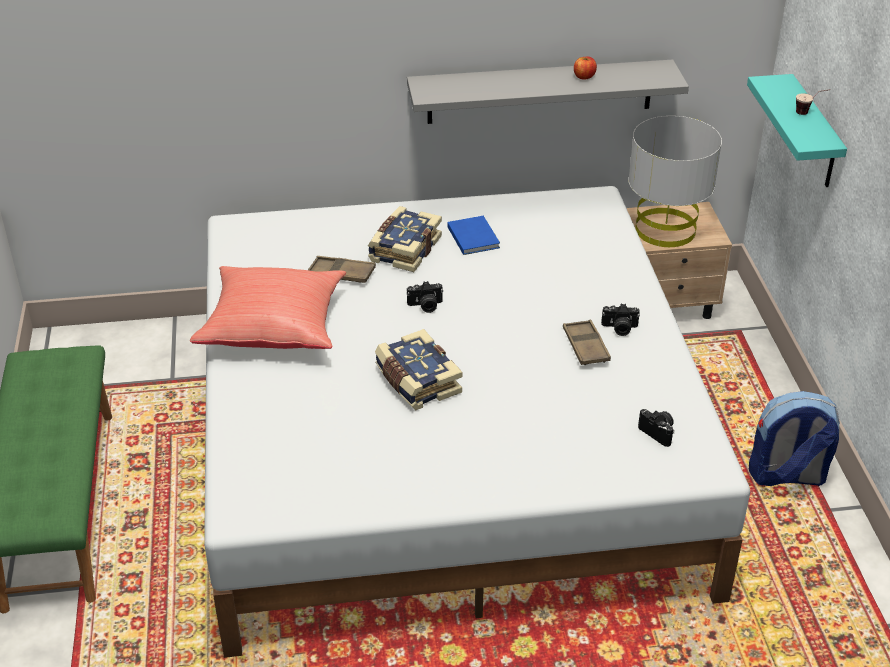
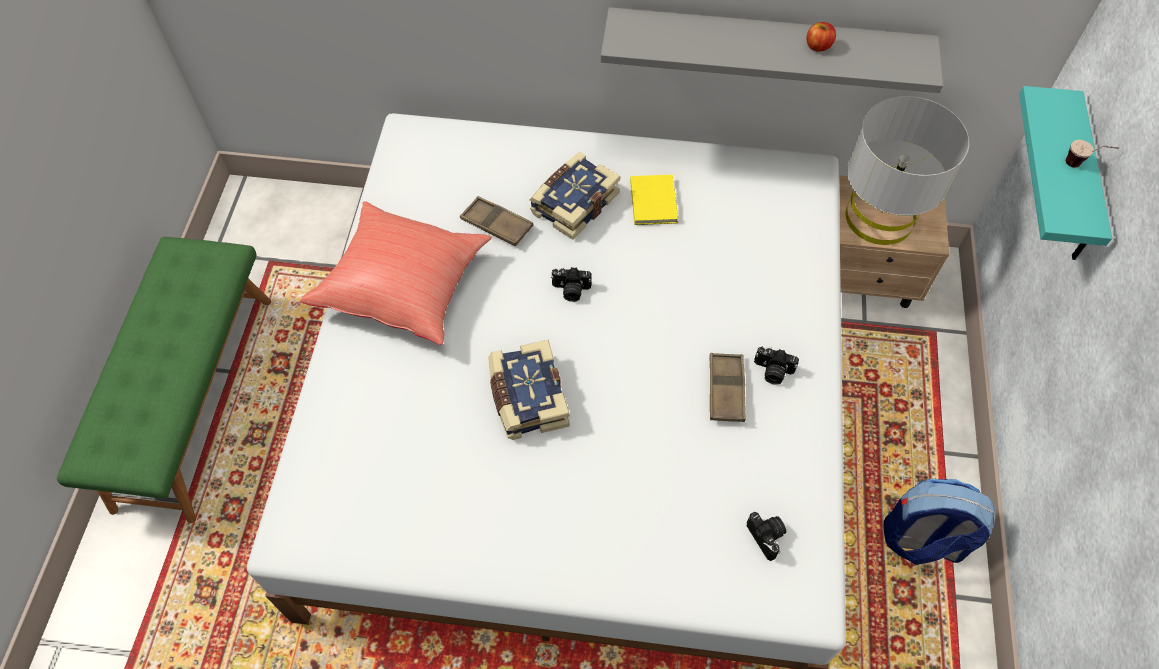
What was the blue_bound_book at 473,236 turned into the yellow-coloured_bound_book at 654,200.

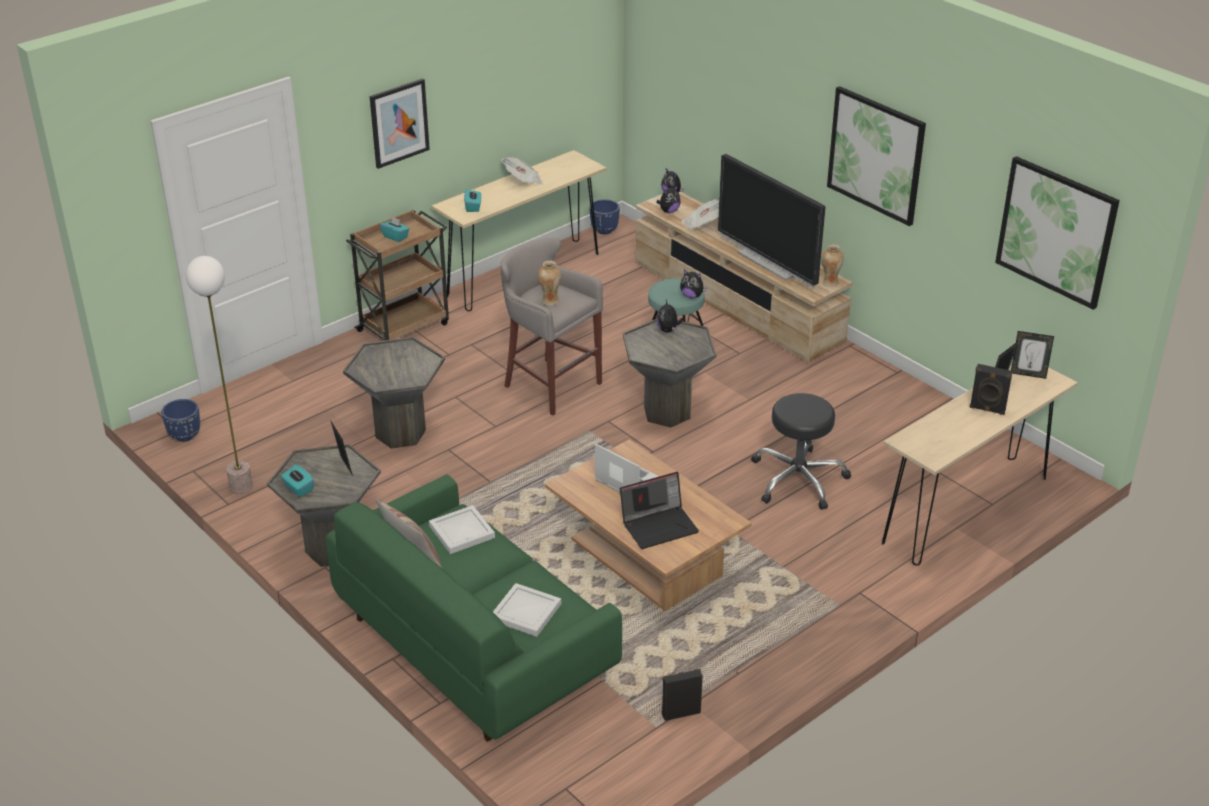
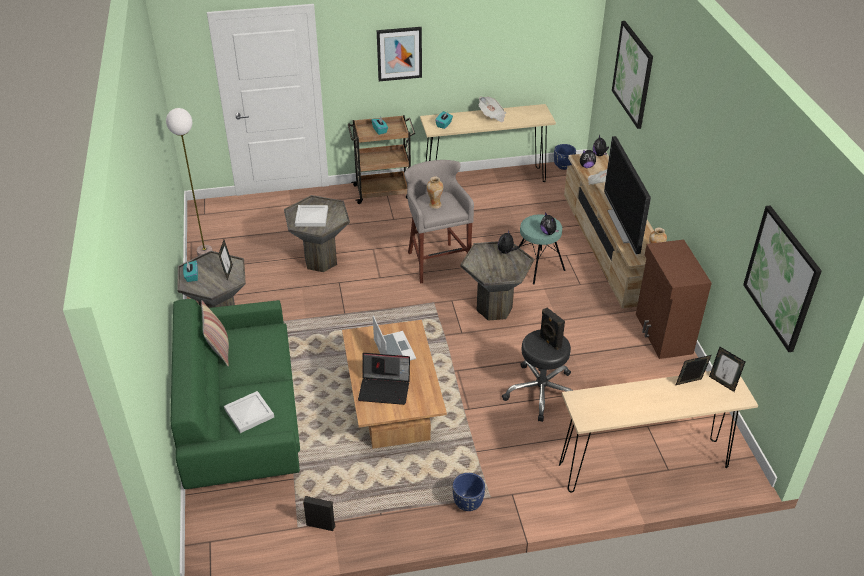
The second view gained the brown-coloured_cabinet at 662,334.
The blue_plant_pot ended up elsewhere, having gone from 184,436 to 467,504.
The whitish_tray ended up elsewhere, having gone from 461,532 to 311,217.
The wall_picture ended up elsewhere, having gone from 876,155 to 633,74.
The black-coloured_audio_speaker ended up elsewhere, having gone from 987,409 to 549,342.

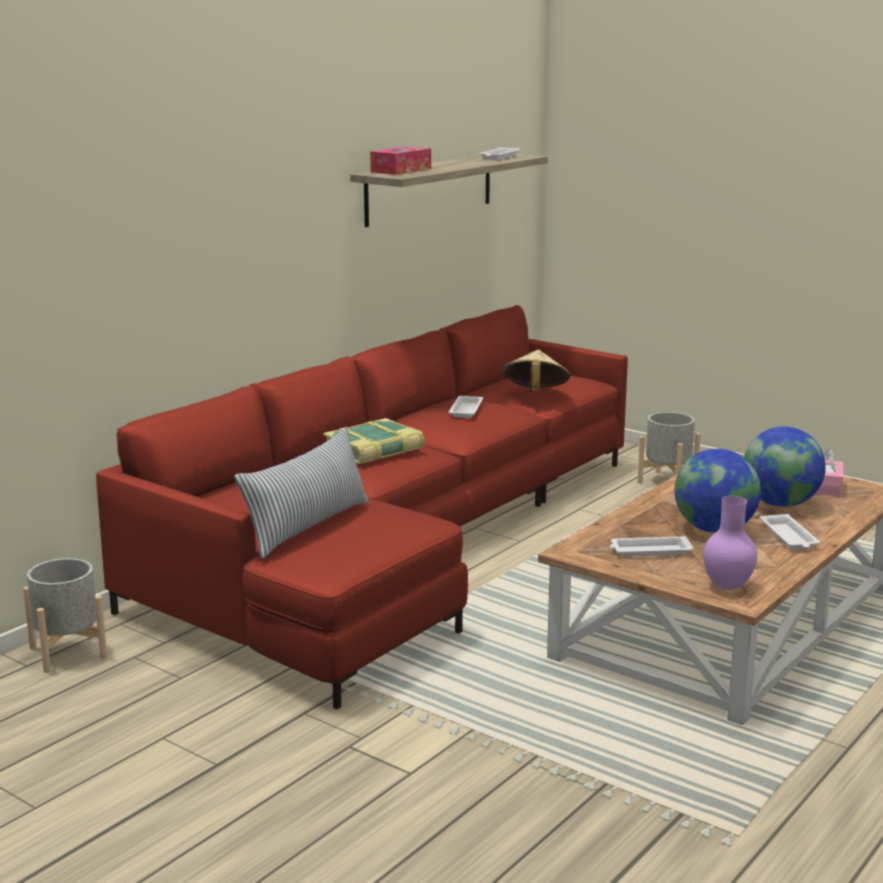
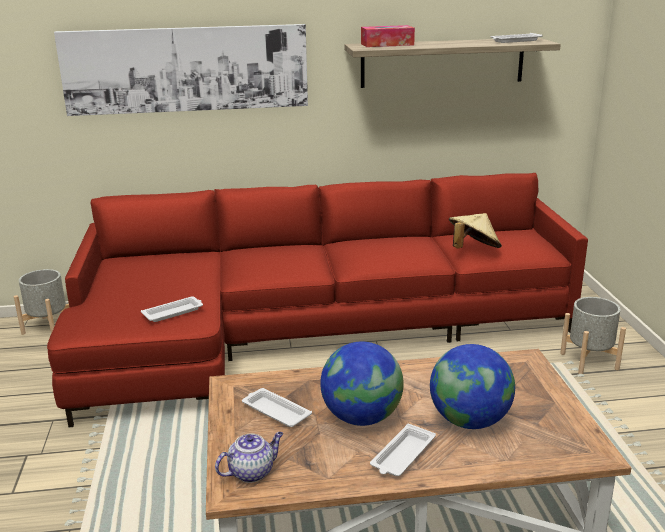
The second view lost the throw_pillow at 307,526.
The second view lost the bound_book at 374,450.
The second view lost the pink-coloured_tissue_box at 828,487.
The second view gained the wall_picture at 186,69.
The whitish_tray ended up elsewhere, having gone from 466,410 to 174,312.
Where the purple-coloured_flower_vase stood at 726,586, the tea_pot came to stand at 252,472.

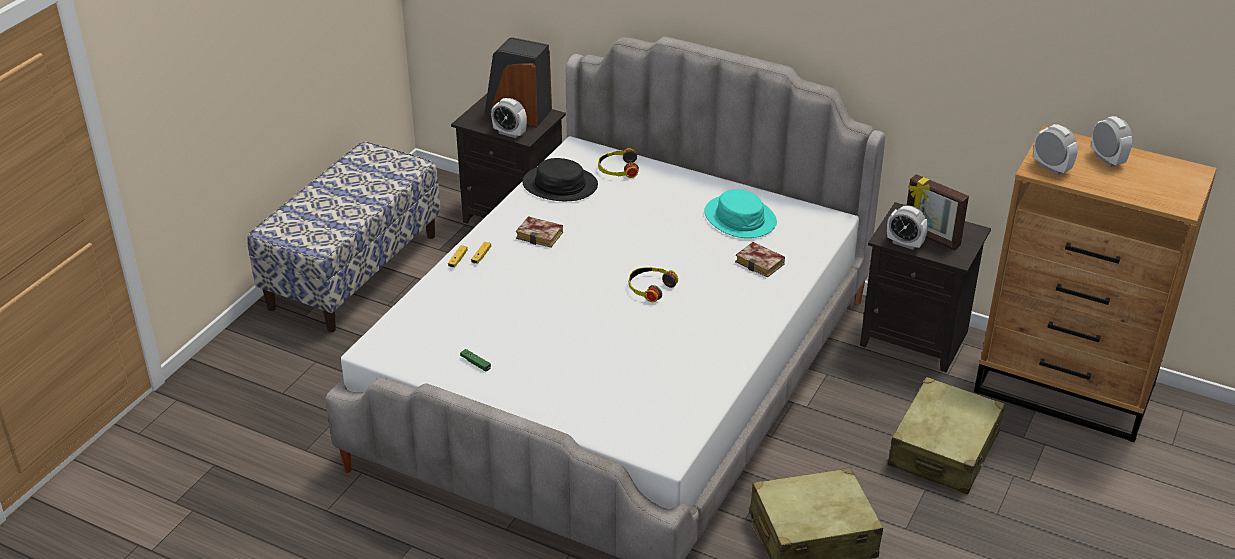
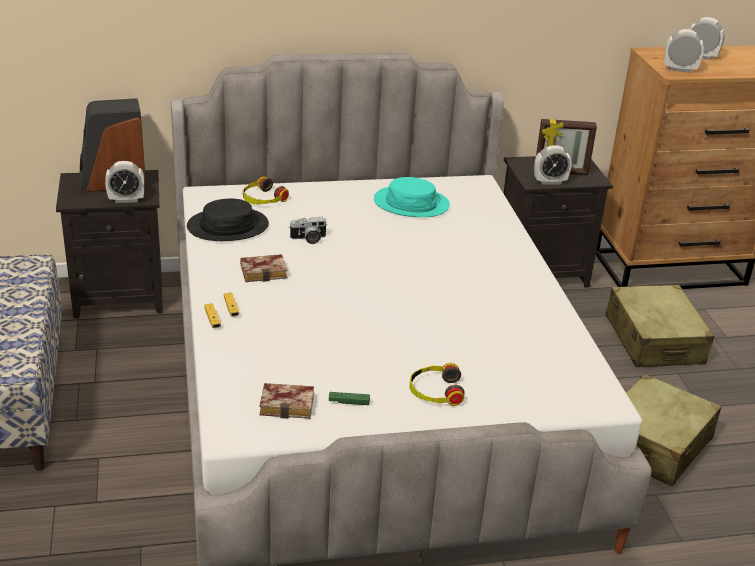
The second view gained the photo_camera at 308,239.
The pair_of_headphones ended up elsewhere, having gone from 650,287 to 435,391.
The bound_book ended up elsewhere, having gone from 762,263 to 289,405.

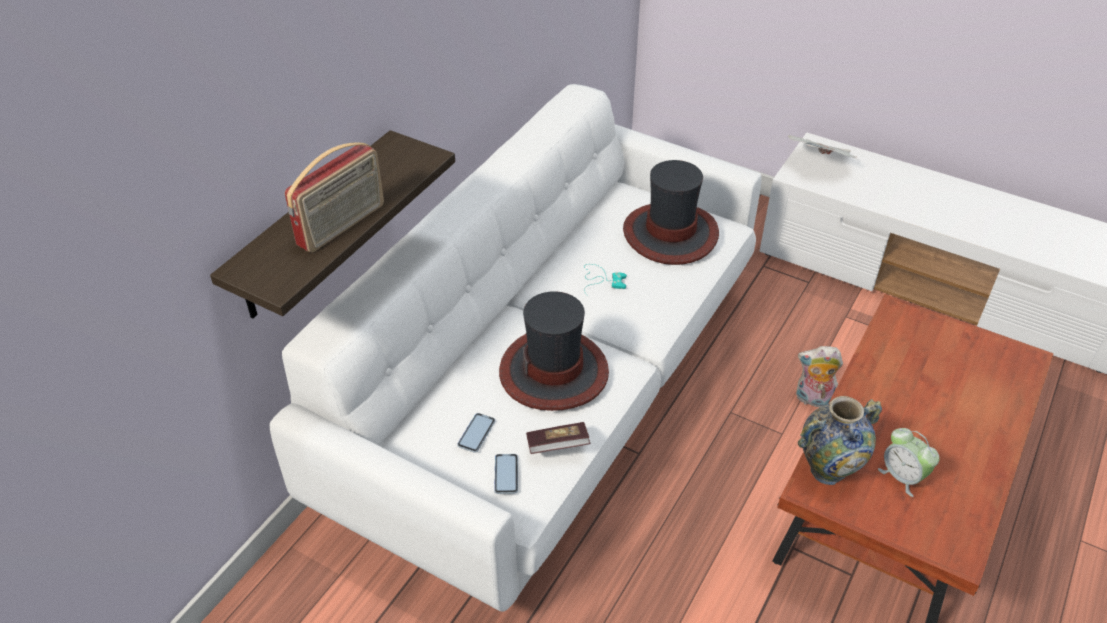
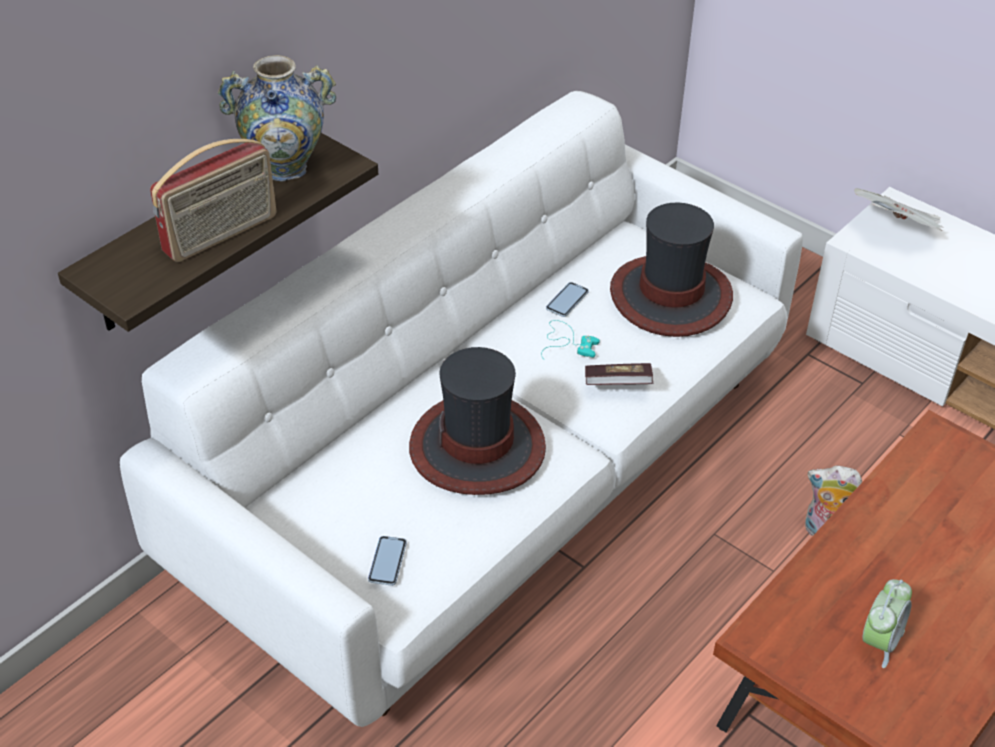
The handset ended up elsewhere, having gone from 476,433 to 567,300.
The bound_book ended up elsewhere, having gone from 557,446 to 617,385.
The flower_vase ended up elsewhere, having gone from 827,471 to 285,169.
The bedside_clock at 902,477 ended up facing another way, 120 degrees counterclockwise from before.

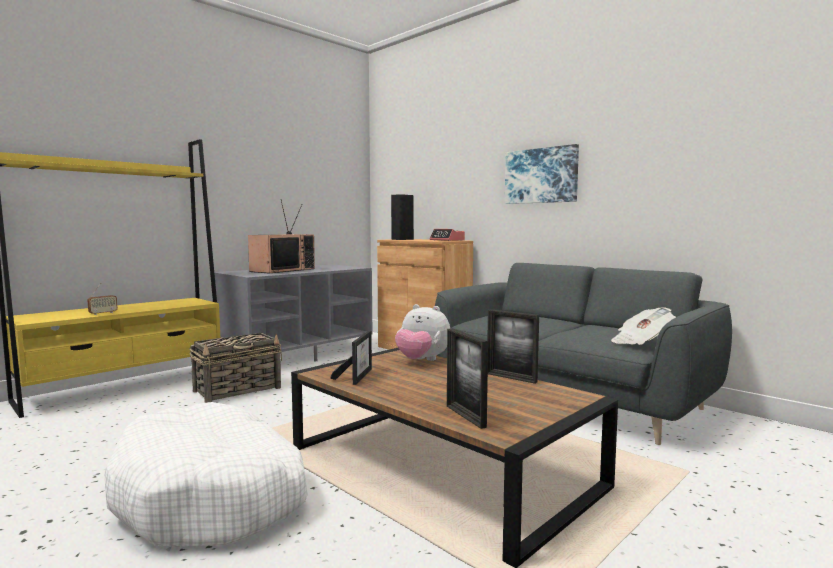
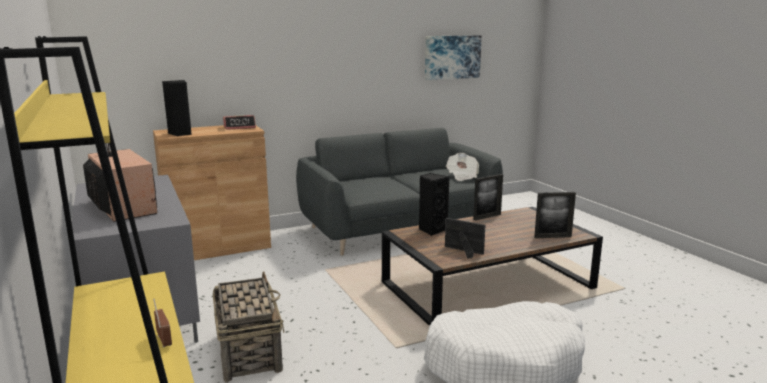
The wall_picture ended up elsewhere, having gone from 541,176 to 452,57.
Where the plush_toy stood at 422,360, the black-coloured_audio_speaker came to stand at 432,230.

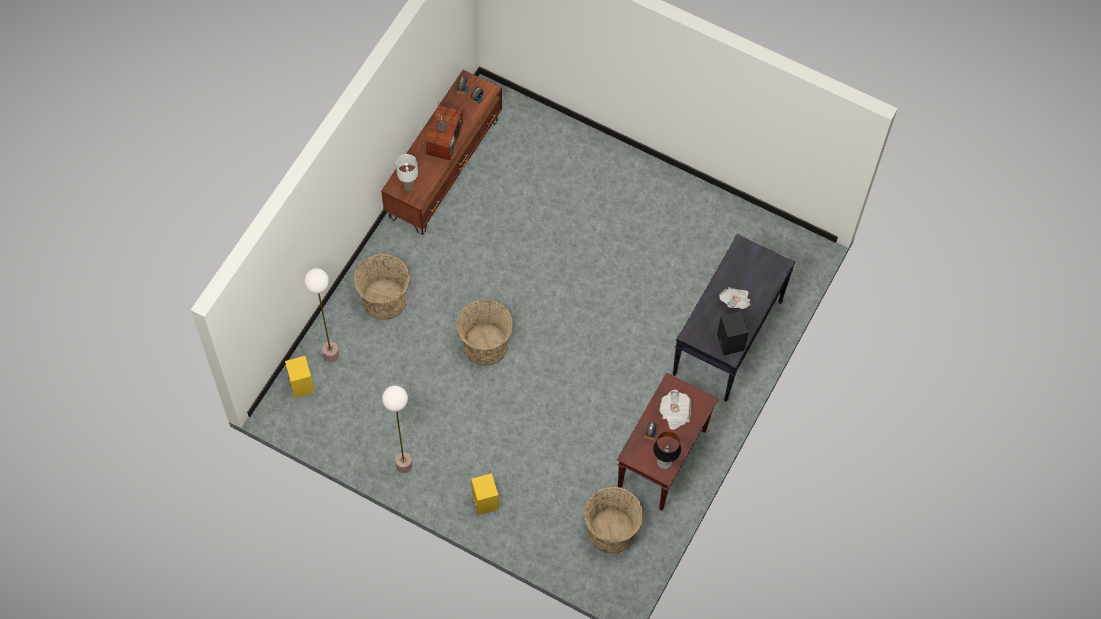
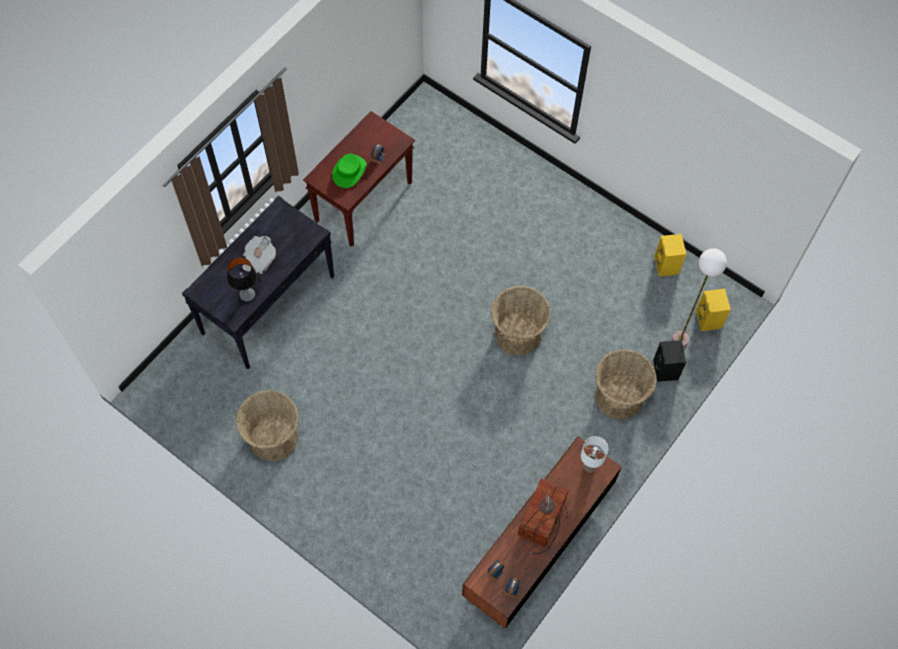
The second view lost the floor_lamp at 403,465.
The yellow-coloured_audio_speaker ended up elsewhere, having gone from 484,501 to 667,265.
The basket ended up elsewhere, having gone from 611,531 to 273,437.
The tabletop_lamp ended up elsewhere, having gone from 664,462 to 247,294.
The black-coloured_audio_speaker ended up elsewhere, having gone from 729,342 to 666,370.
Where the printed_paper stood at 675,413, the greenish_hat came to stand at 349,171.

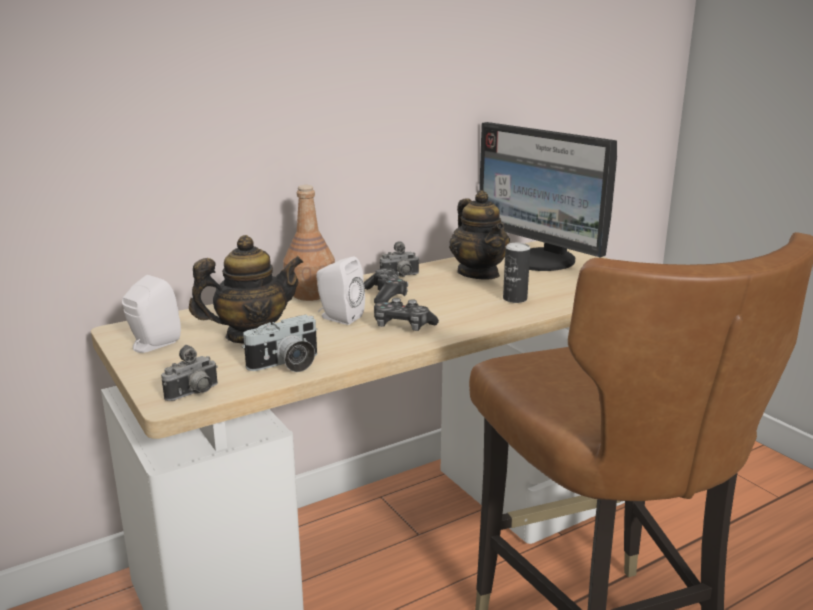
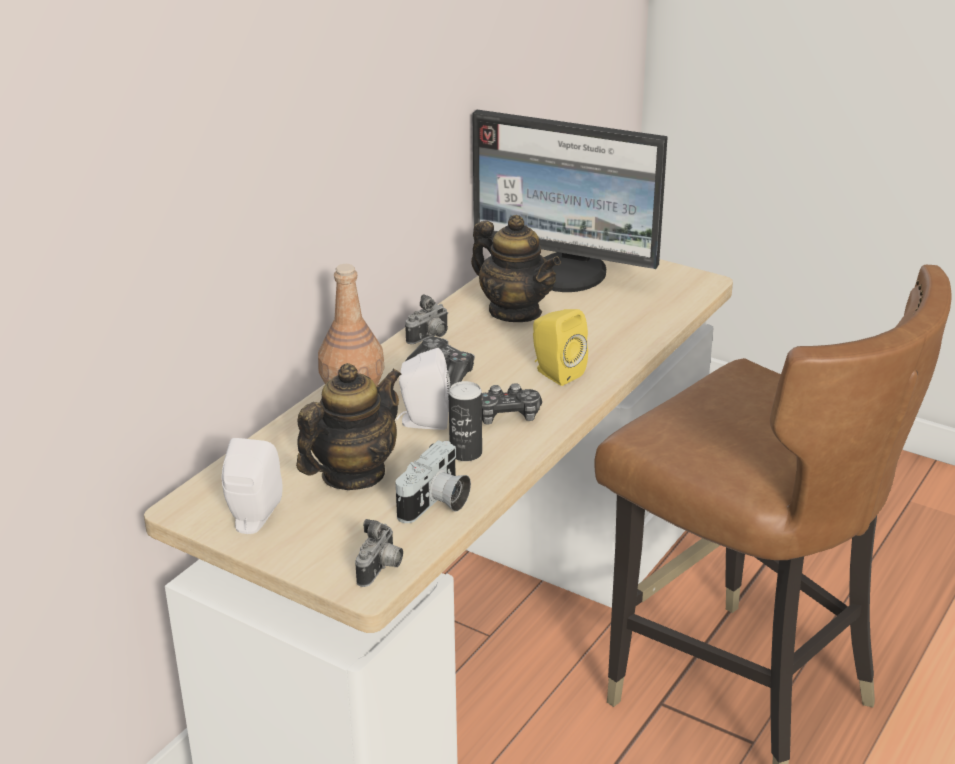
The second view gained the yellow-coloured_audio_speaker at 555,373.
The can ended up elsewhere, having gone from 515,299 to 465,453.

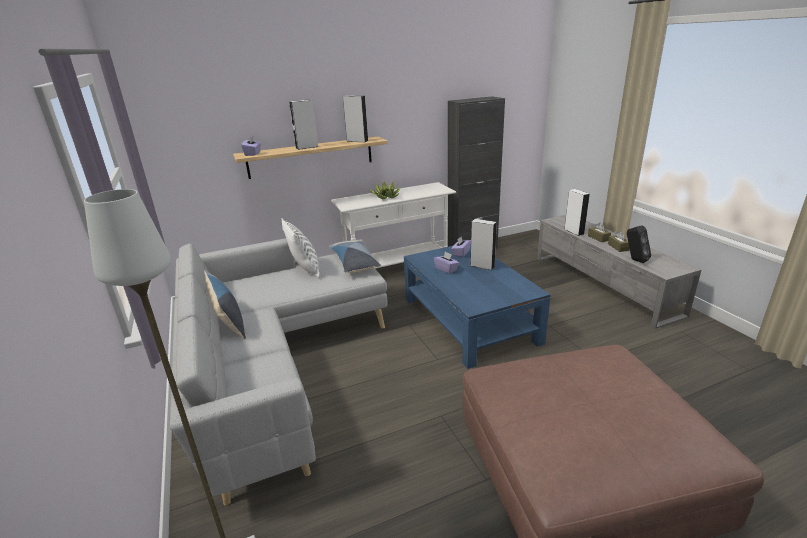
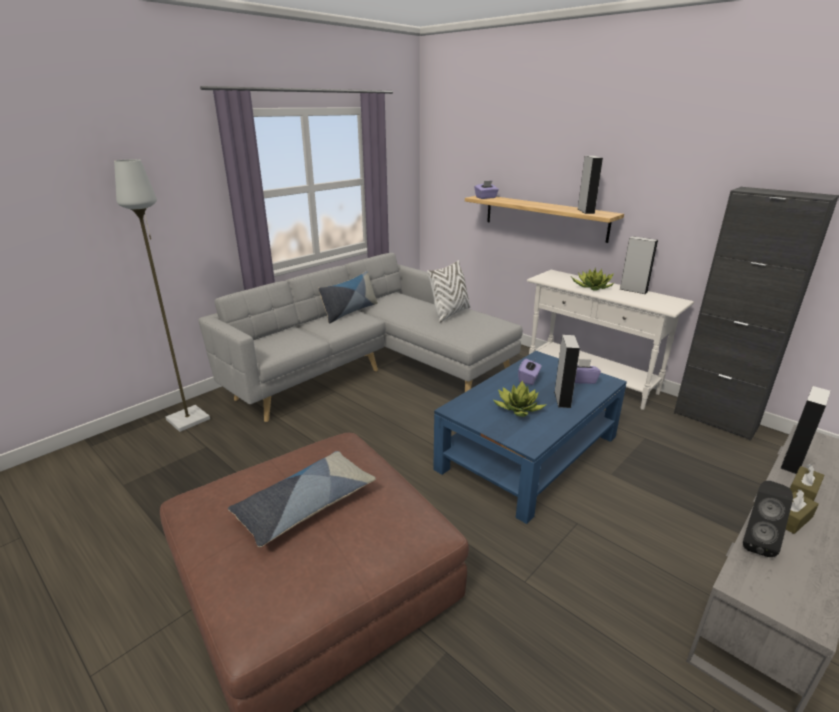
The second view gained the plant_in_a_pot at 518,409.
The greyish_audio_speaker ended up elsewhere, having gone from 307,147 to 633,290.
The throw_pillow ended up elsewhere, having gone from 354,262 to 305,505.

